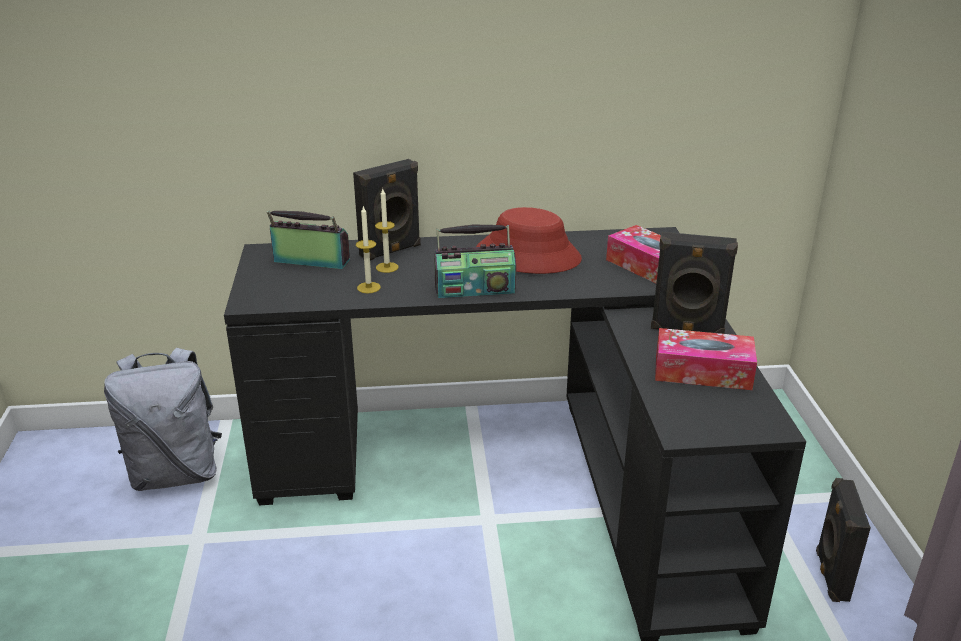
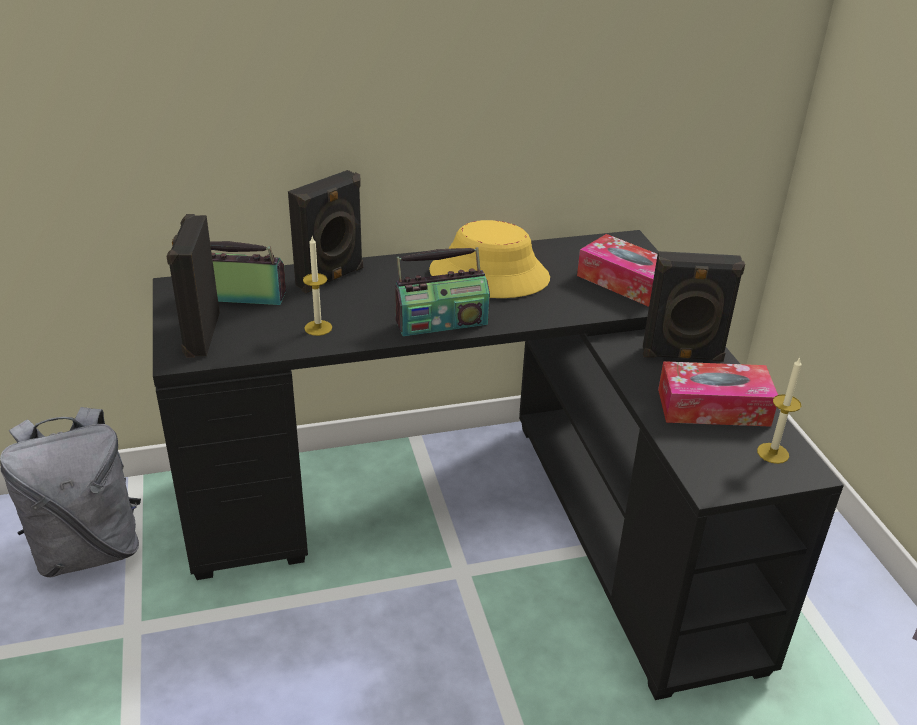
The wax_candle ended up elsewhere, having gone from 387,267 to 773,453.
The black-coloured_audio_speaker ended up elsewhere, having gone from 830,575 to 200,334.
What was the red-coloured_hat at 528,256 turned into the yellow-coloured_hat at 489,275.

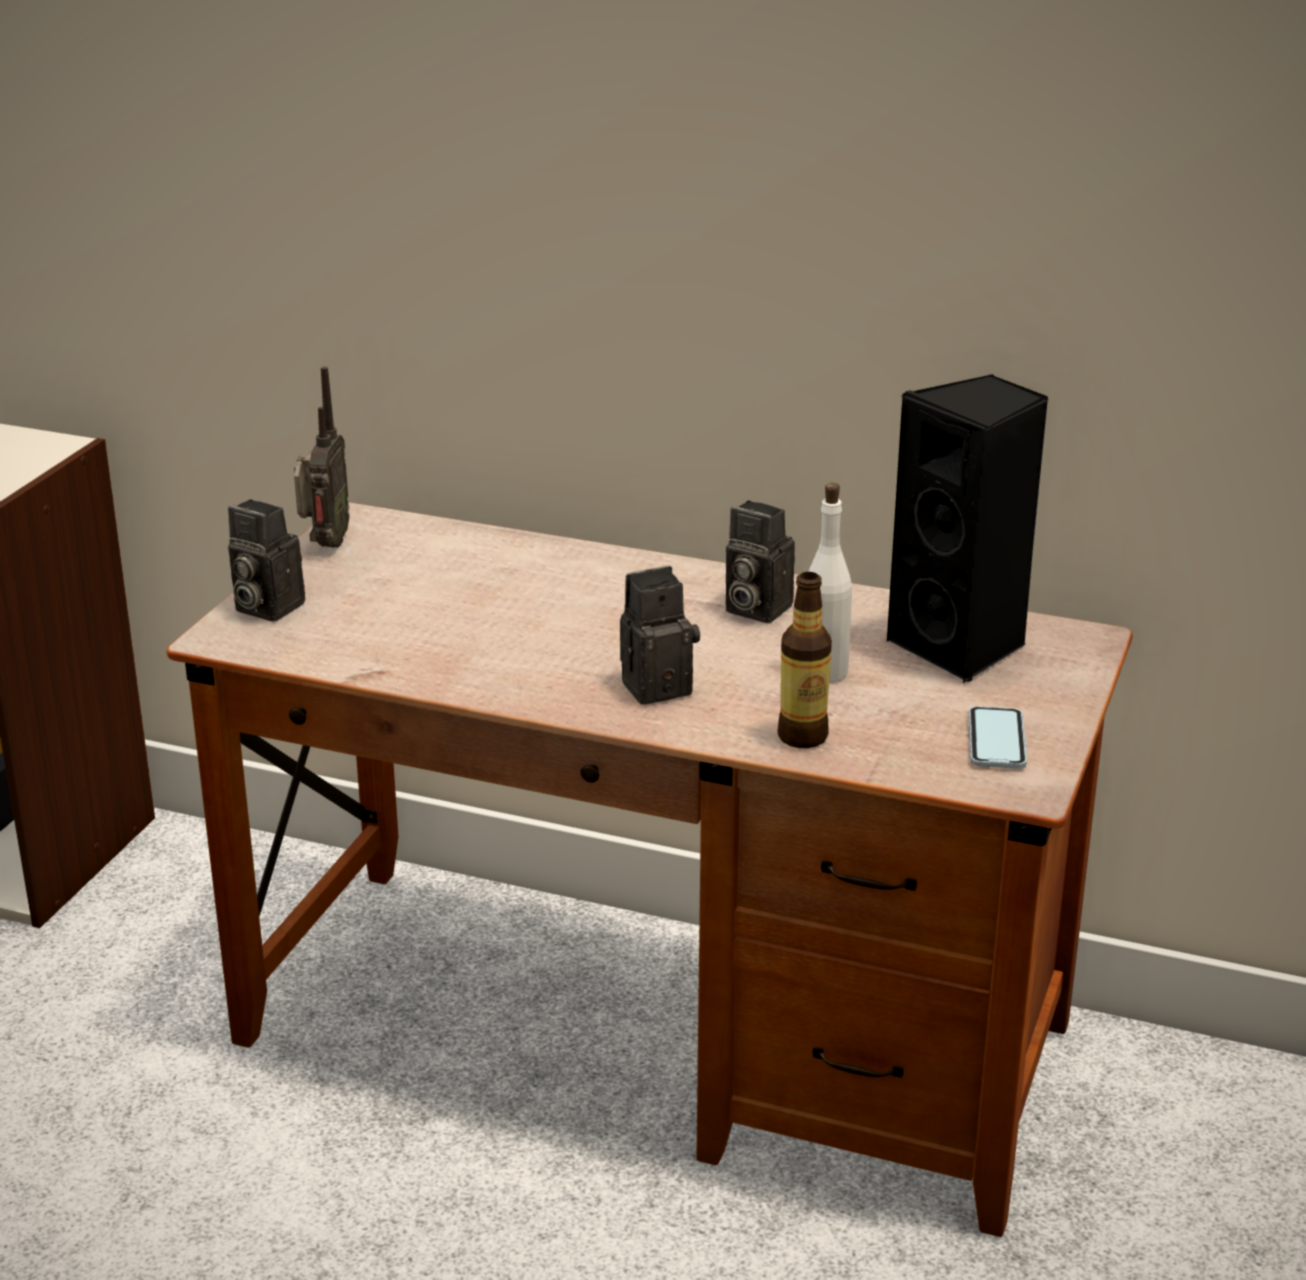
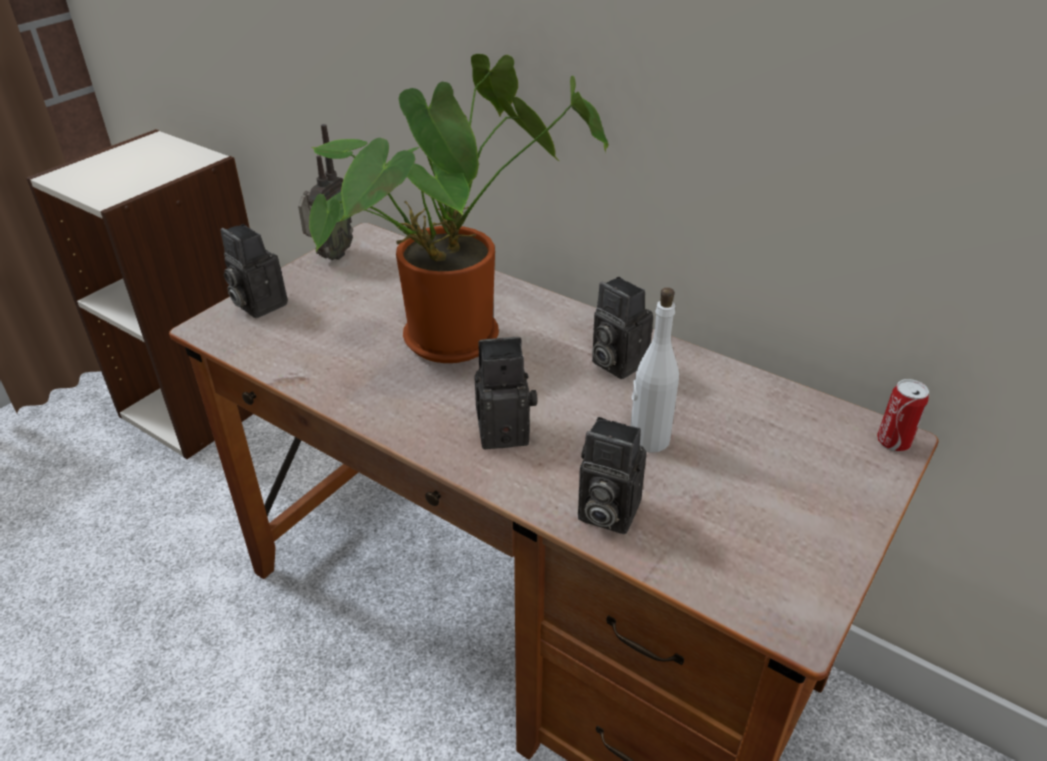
The second view lost the black-coloured_audio_speaker at 962,647.
The second view lost the handset at 996,741.
The second view gained the plant_in_a_pot at 457,333.
The second view gained the can at 893,442.
Where the beverage_bottle stood at 803,736, the photo_camera came to stand at 604,512.

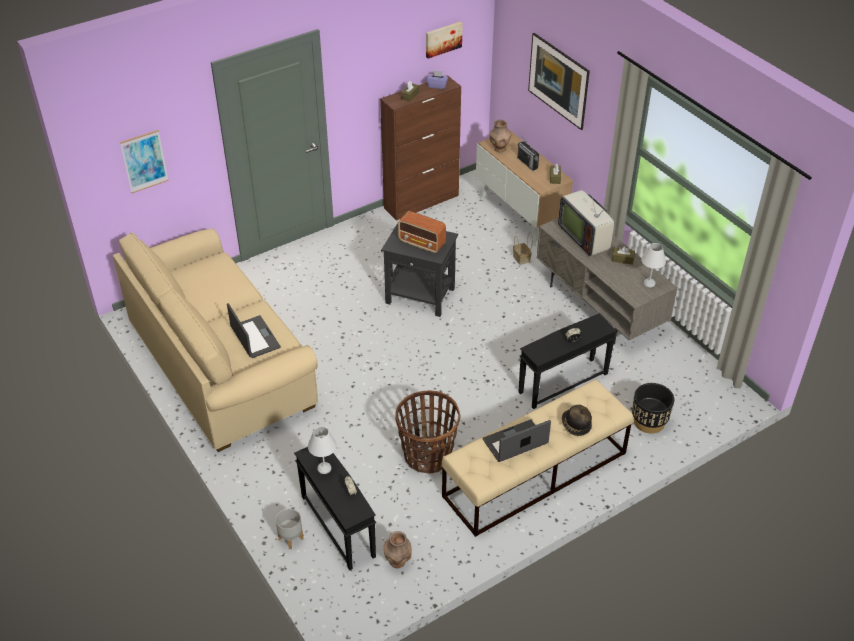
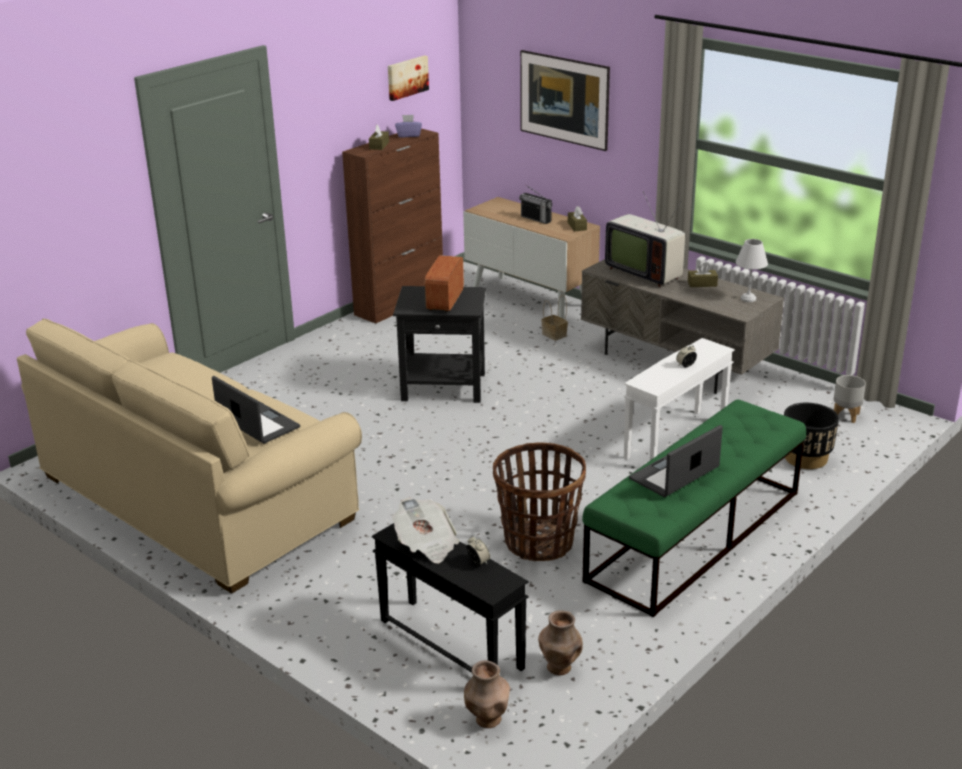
The second view lost the wall_picture at 144,161.
The second view lost the hat at 575,425.
The greyish_plant_pot ended up elsewhere, having gone from 291,539 to 846,416.
The brown-coloured_flower_vase ended up elsewhere, having gone from 499,149 to 487,720.
Where the whitish_tabletop_lamp stood at 325,468, the printed_paper came to stand at 426,545.
What was the sand-coloured_long_seat at 534,475 turned into the greenish_long_seat at 694,536.
What was the black-coloured_end_table at 563,382 turned into the whitish_end_table at 675,439.
The radio_receiver at 422,243 ended up facing another way, 90 degrees clockwise from before.

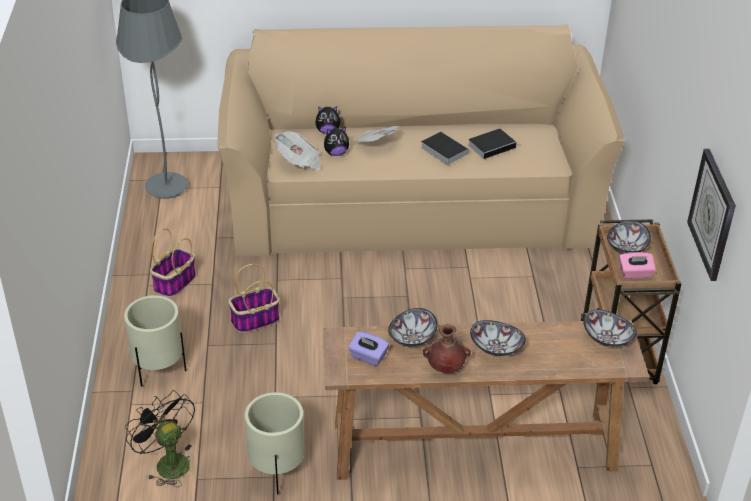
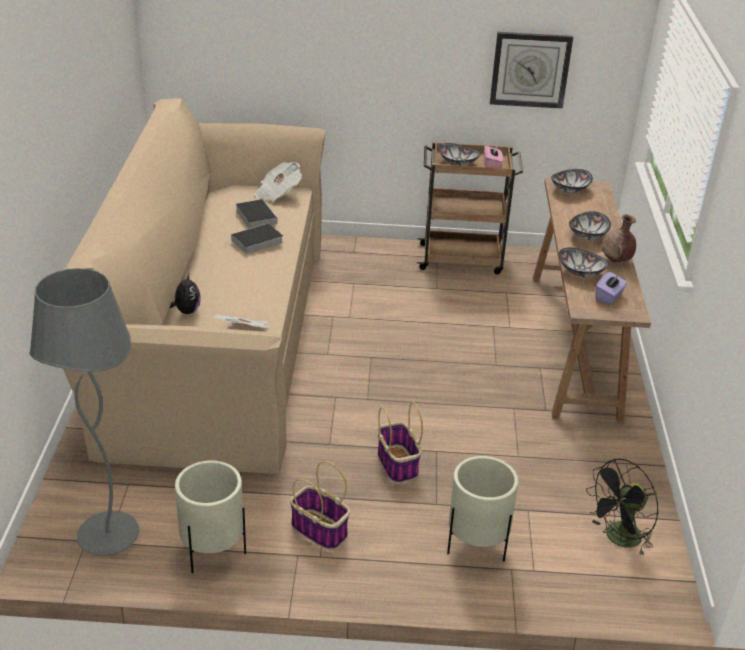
The second view lost the plush_toy at 336,153.
The sand-coloured_plant_pot ended up elsewhere, having gone from 276,471 to 212,552.
The printed_paper ended up elsewhere, having gone from 376,144 to 277,193.

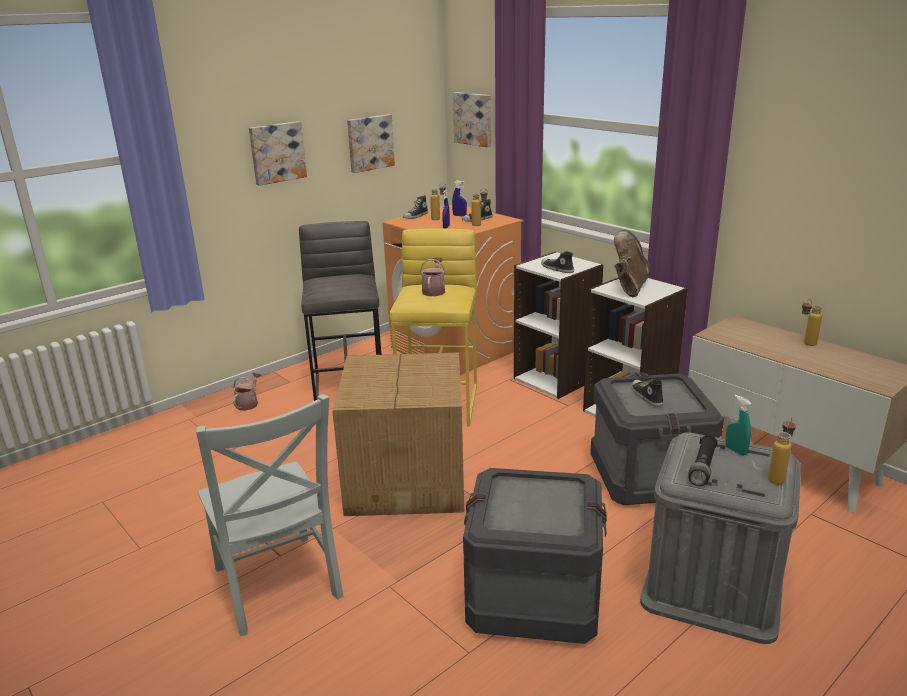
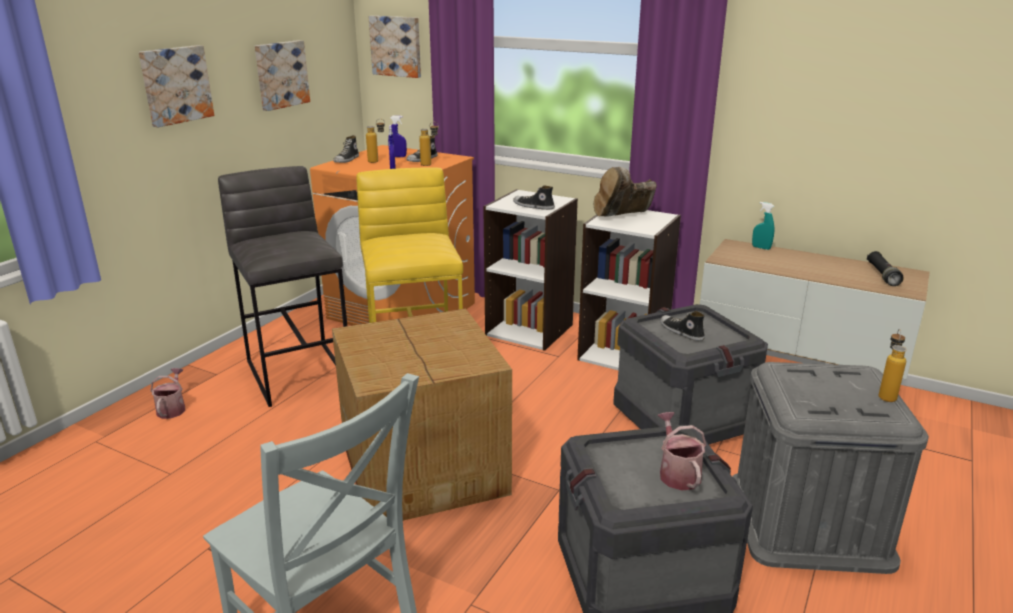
The second view lost the beverage_bottle at 805,344.
The watering_can ended up elsewhere, having gone from 434,290 to 677,473.
The black-coloured_hand_torch ended up elsewhere, having gone from 702,467 to 882,275.
The blue-green_hand_sprayer ended up elsewhere, having gone from 735,451 to 761,248.
The brown-coloured_boot at 629,287 ended up facing another way, 120 degrees counterclockwise from before.

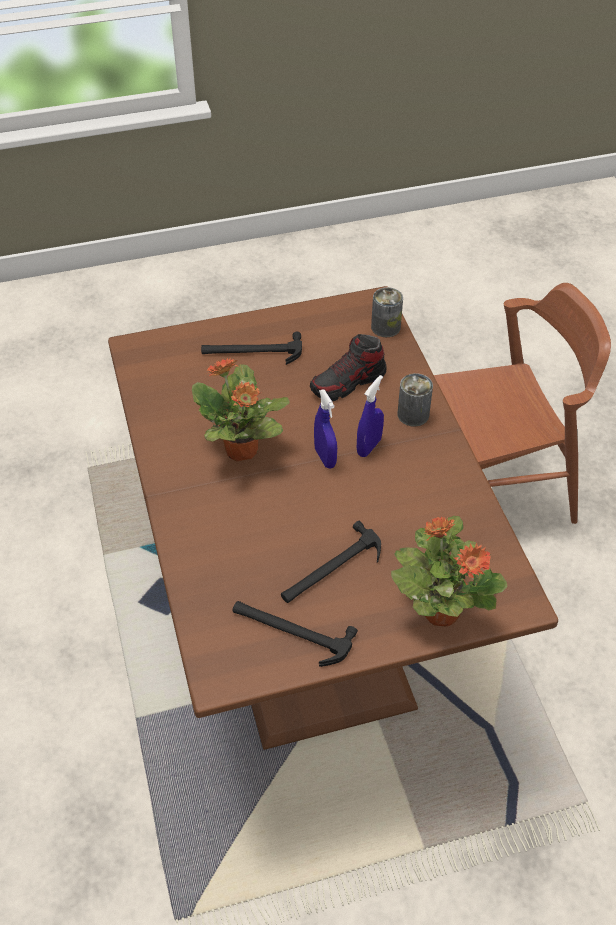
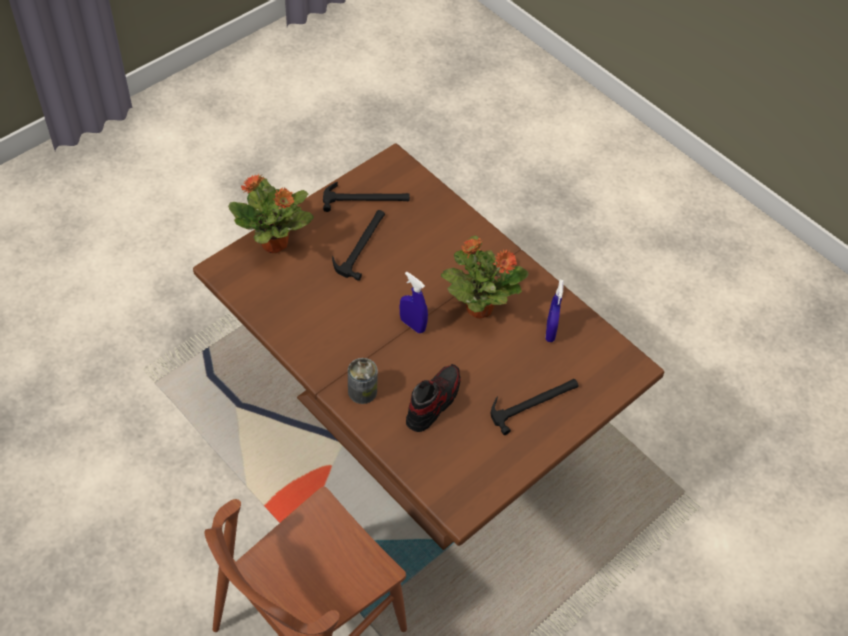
The second view lost the can at 385,327.
The blue_hand_sprayer ended up elsewhere, having gone from 369,447 to 550,331.

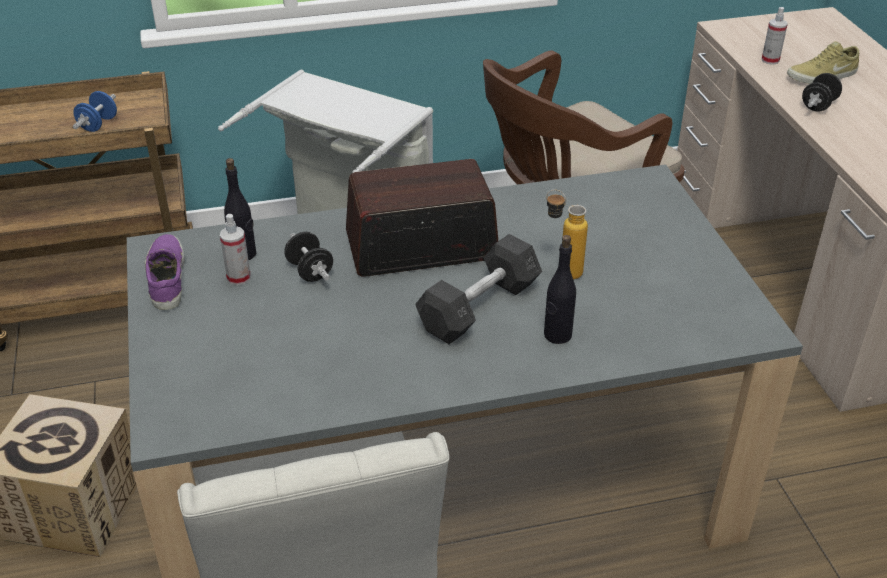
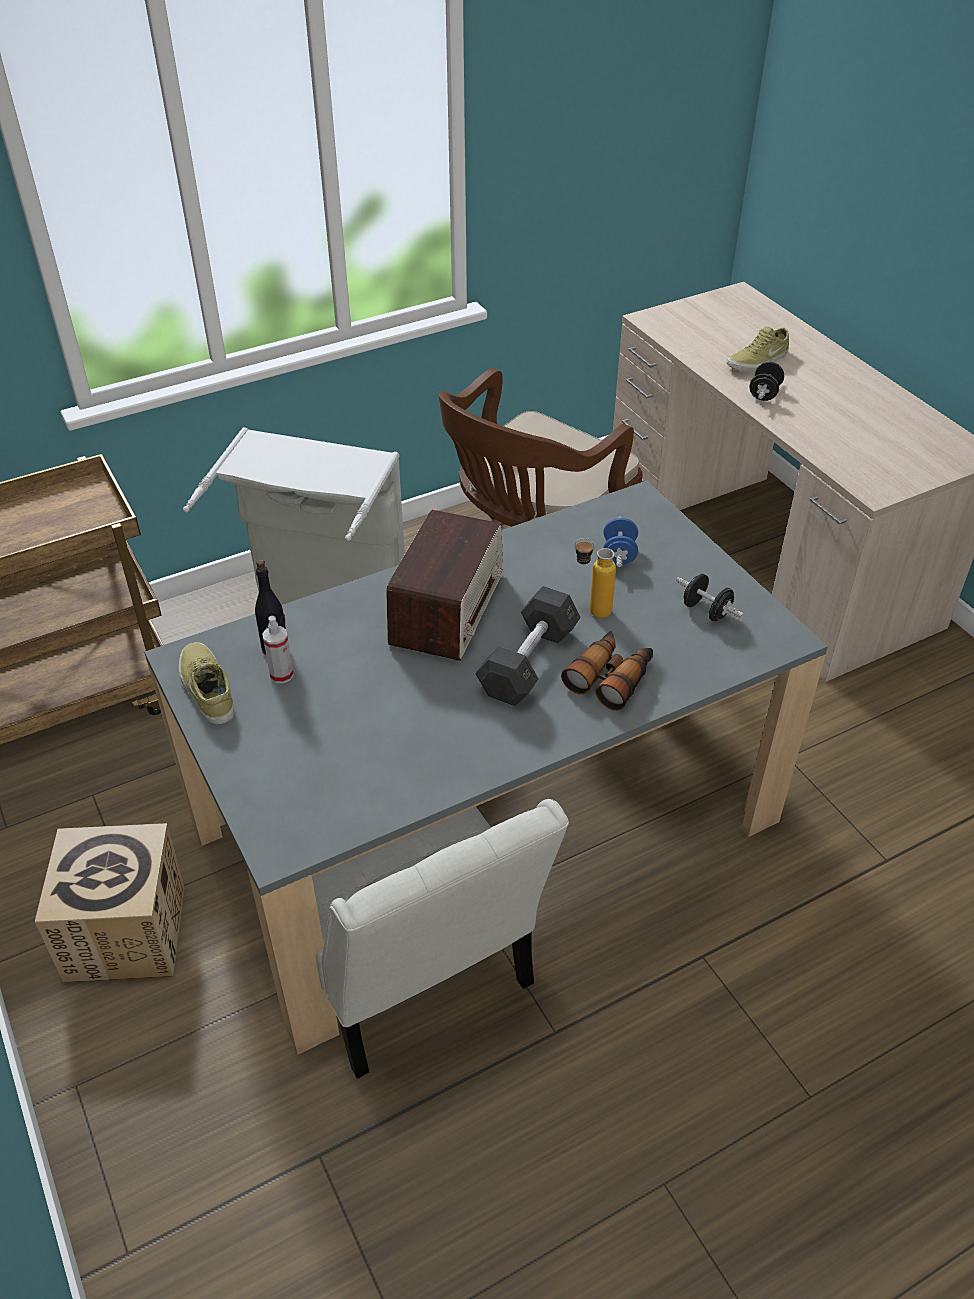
The second view lost the hand_sprayer at 770,60.
The blue_dumbbell ended up elsewhere, having gone from 98,125 to 619,554.
The black-coloured_dumbbell ended up elsewhere, having gone from 310,271 to 706,611.
Where the black-coloured_beverage_bottle stood at 557,335, the field_glasses came to stand at 610,677.
What was the purple-coloured_item_of_footwear at 165,278 turned into the sand-coloured_item_of_footwear at 206,689.
The radio_receiver at 420,246 ended up facing another way, 135 degrees clockwise from before.

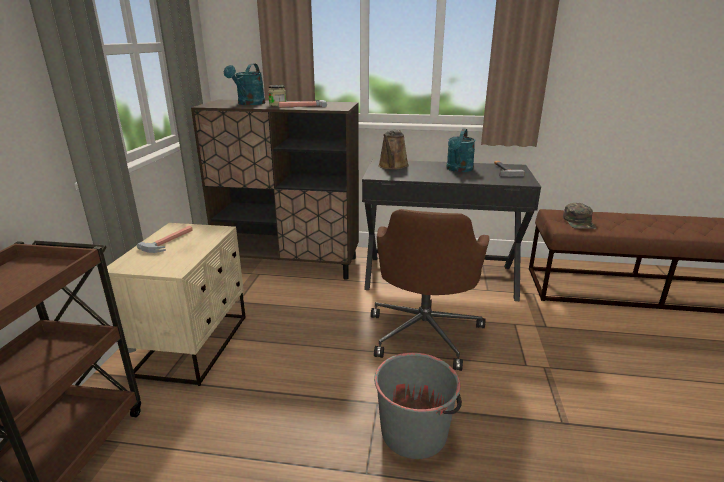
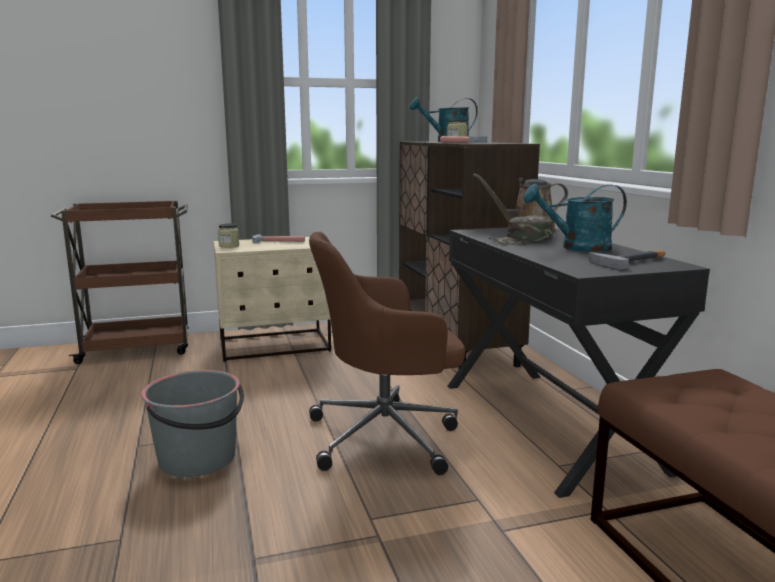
The second view gained the jar at 229,246.
The greenish_baseball_cap ended up elsewhere, having gone from 579,222 to 521,240.

